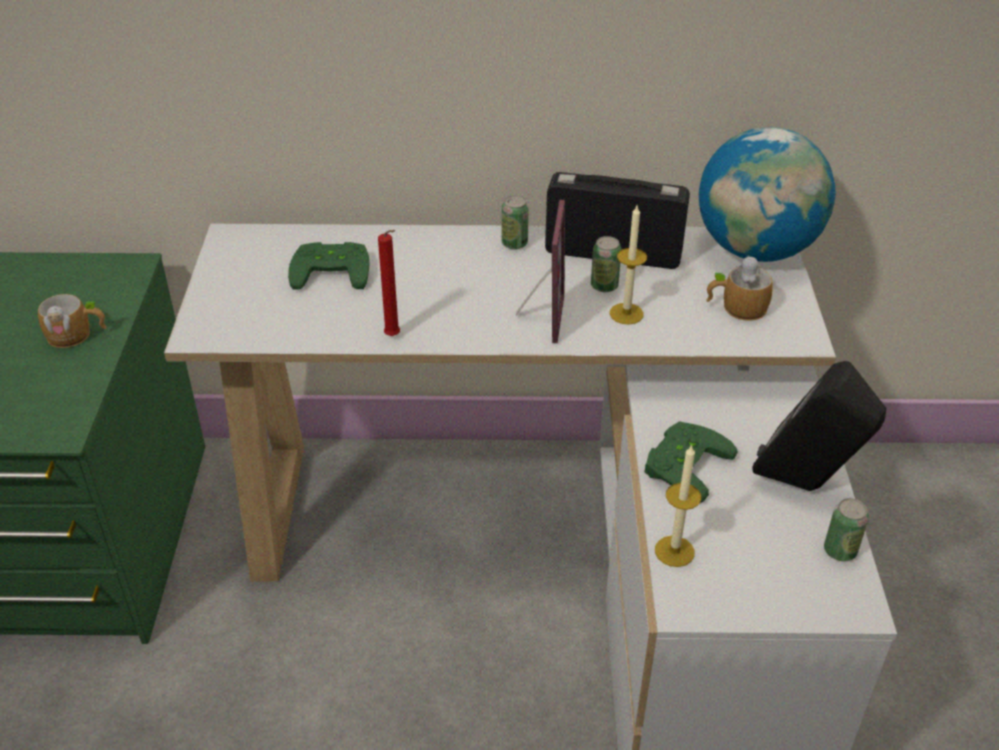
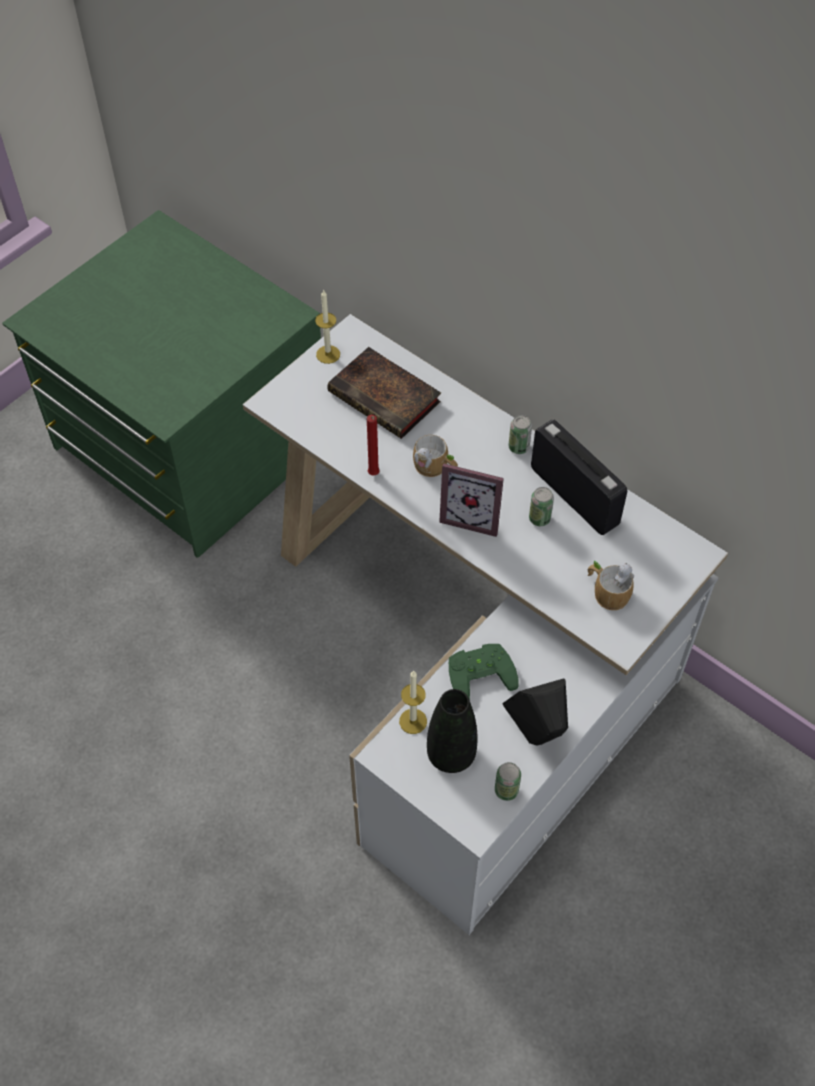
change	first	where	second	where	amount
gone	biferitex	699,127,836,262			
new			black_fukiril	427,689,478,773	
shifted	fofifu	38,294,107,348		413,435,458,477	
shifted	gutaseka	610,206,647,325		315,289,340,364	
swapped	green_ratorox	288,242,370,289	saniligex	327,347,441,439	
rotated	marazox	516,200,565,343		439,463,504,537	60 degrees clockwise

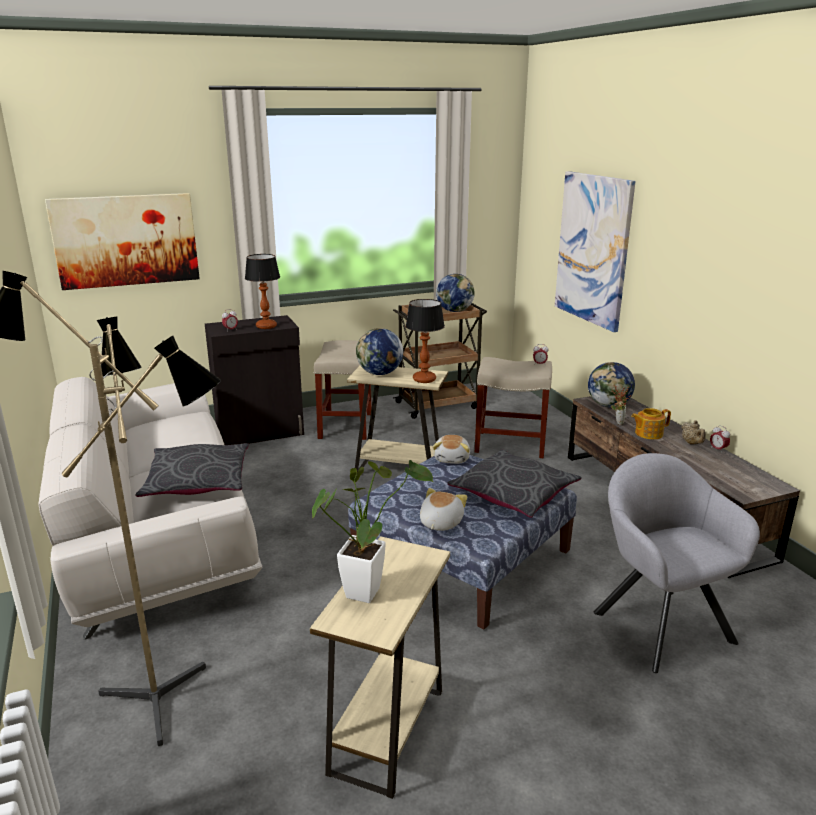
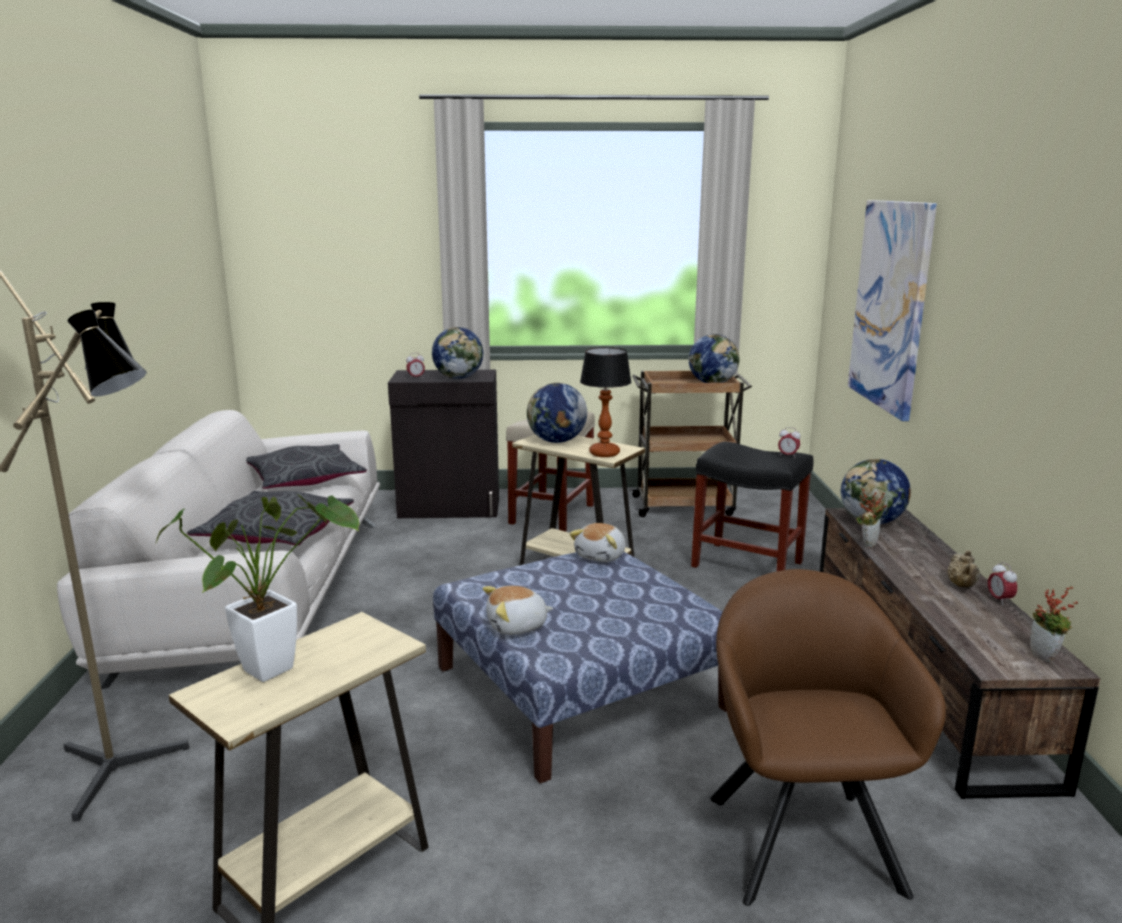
change	first	where	second	where	amount
gone	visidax	45,193,200,290			
gone	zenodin	631,408,671,439			
new			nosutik	1030,586,1078,662	
shifted	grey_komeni	448,450,582,518		246,444,367,489	
swapped	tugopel	245,254,280,329	biferitex	432,327,483,379	
repainted	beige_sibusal	475,357,552,458	black_sibusal	691,441,814,571	
repainted	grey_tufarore	593,453,760,673	brown_tufarore	710,569,946,906	
rotated	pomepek	420,488,467,531		483,586,553,635	150 degrees counterclockwise

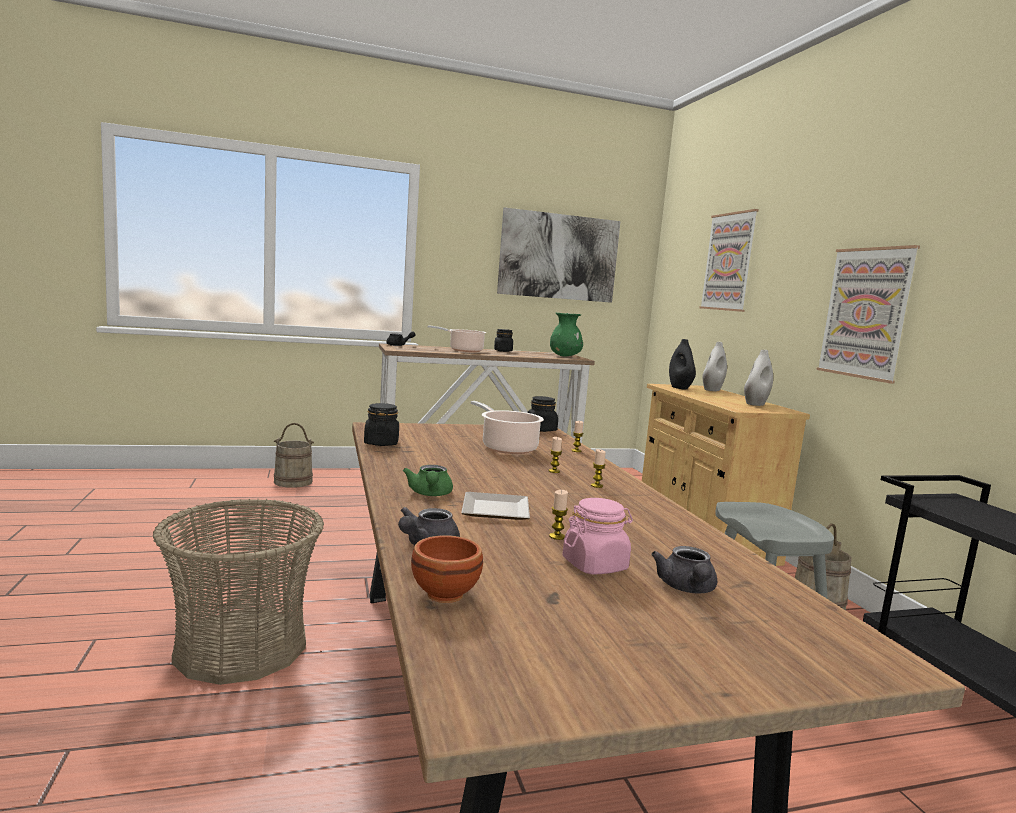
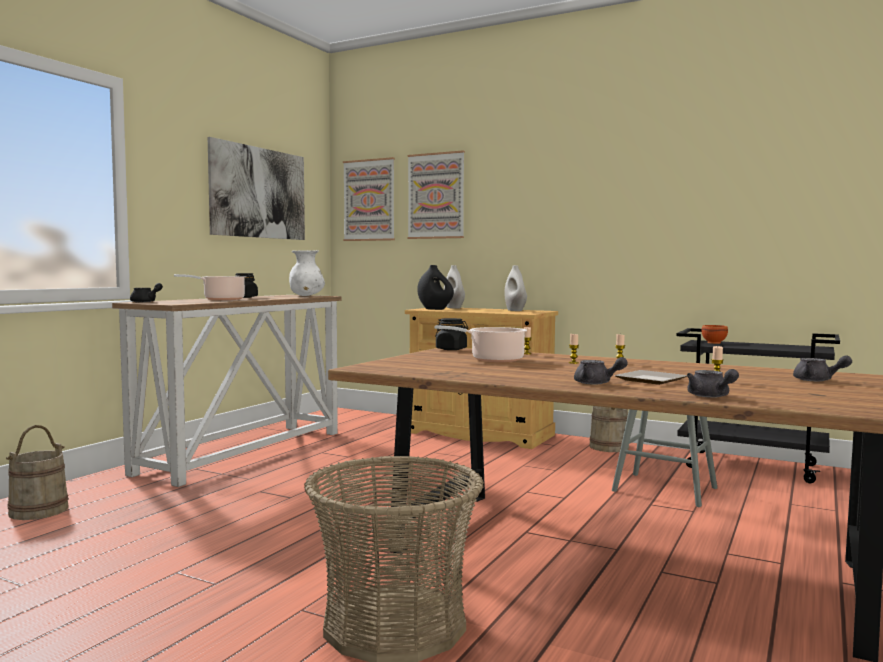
change	first	where	second	where	amount
gone	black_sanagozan	364,403,399,446			
gone	pink_sanagozan	563,498,633,574			
shifted	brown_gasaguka	411,535,483,603		701,325,728,344	
shifted	visidax	816,245,920,384		343,157,395,241	
repainted	green_zenodin	403,465,453,496	grey_zenodin	574,357,628,384	
repainted	green_fukiril	550,313,583,356	white_fukiril	289,250,325,296	

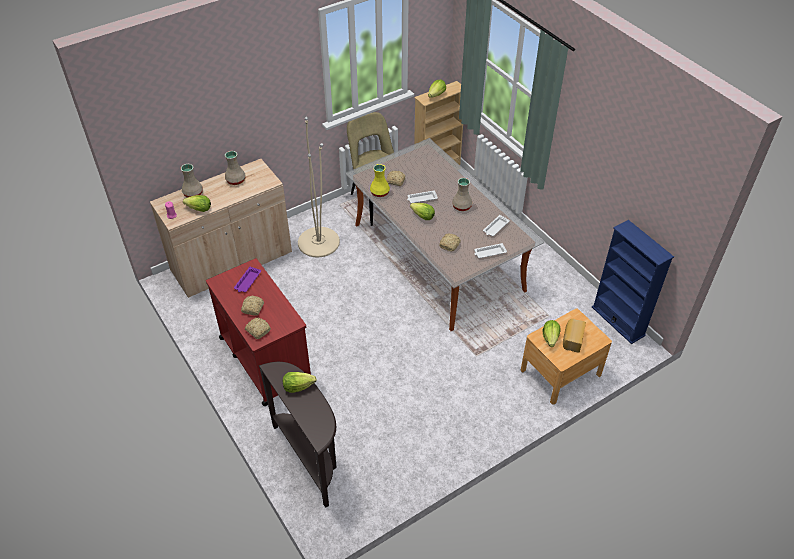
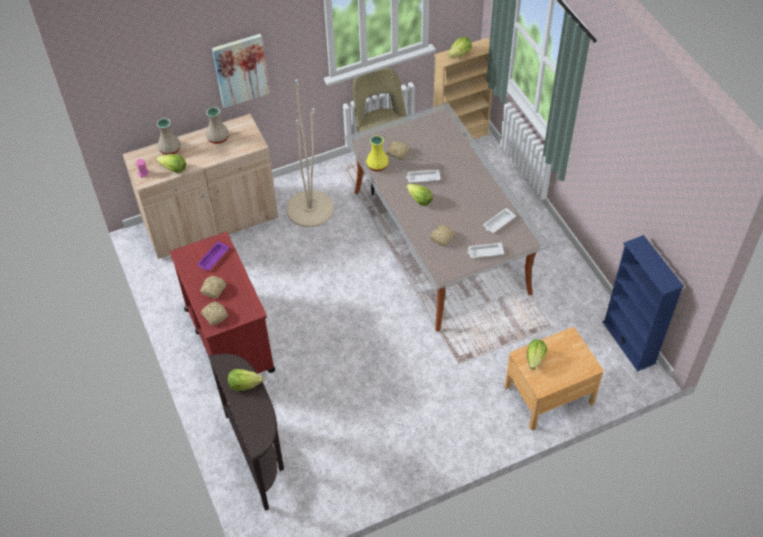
change	first	where	second	where	amount
gone	beige_fukiril	452,178,472,211			
gone	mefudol	563,319,586,352			
new			visidax	212,34,270,108	

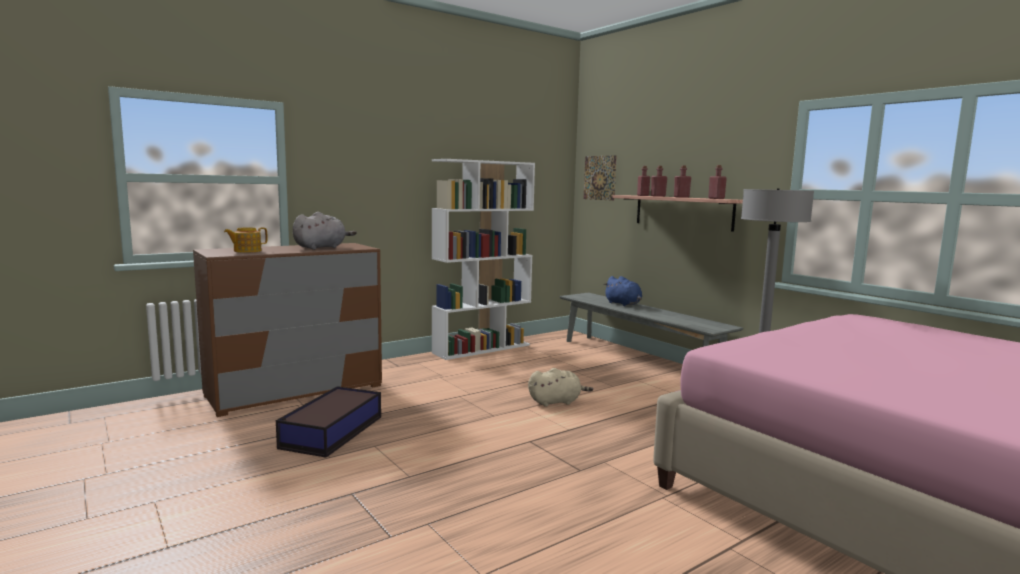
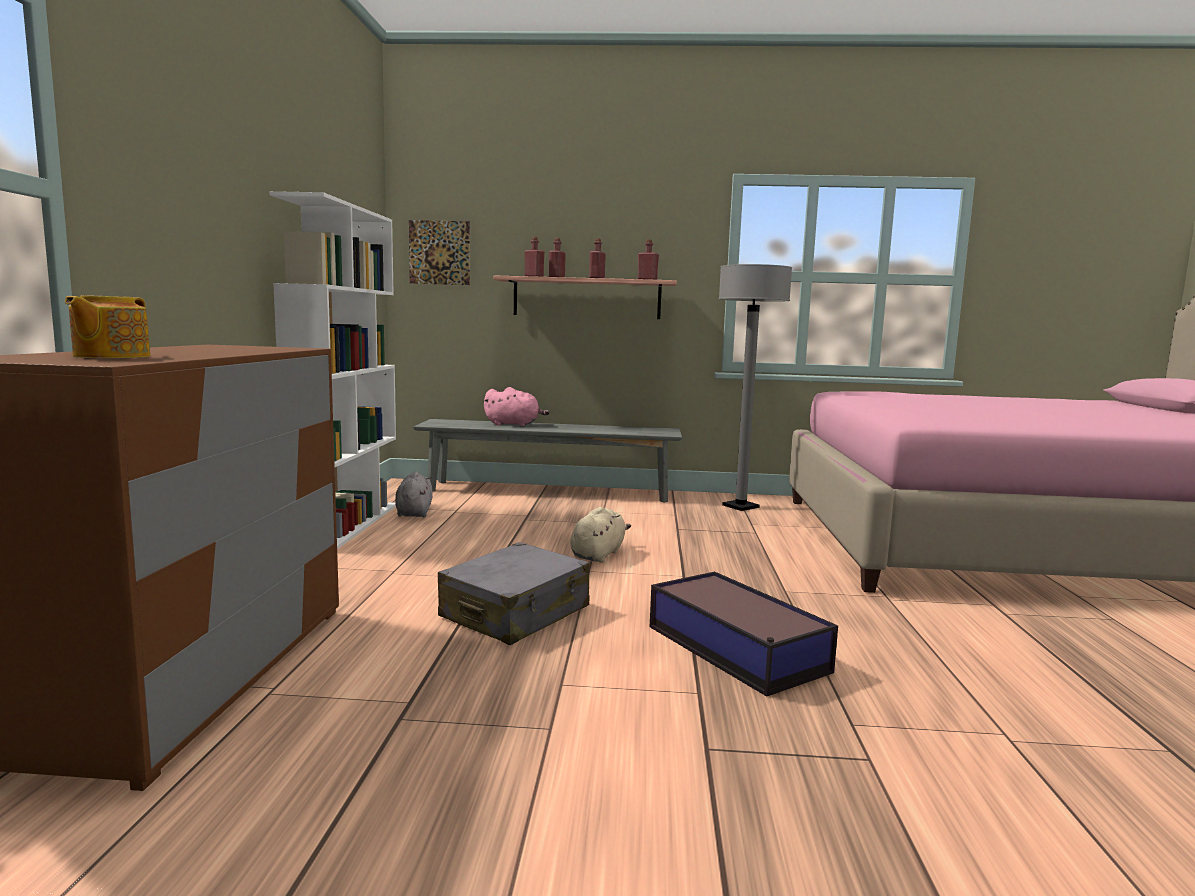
change	first	where	second	where	amount
new			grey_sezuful	438,542,590,645	
shifted	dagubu	276,386,381,458		650,571,838,697	
shifted	grey_pomepek	293,212,357,250		395,472,433,517	
repainted	blue_pomepek	603,276,642,306	pink_pomepek	483,387,550,426	

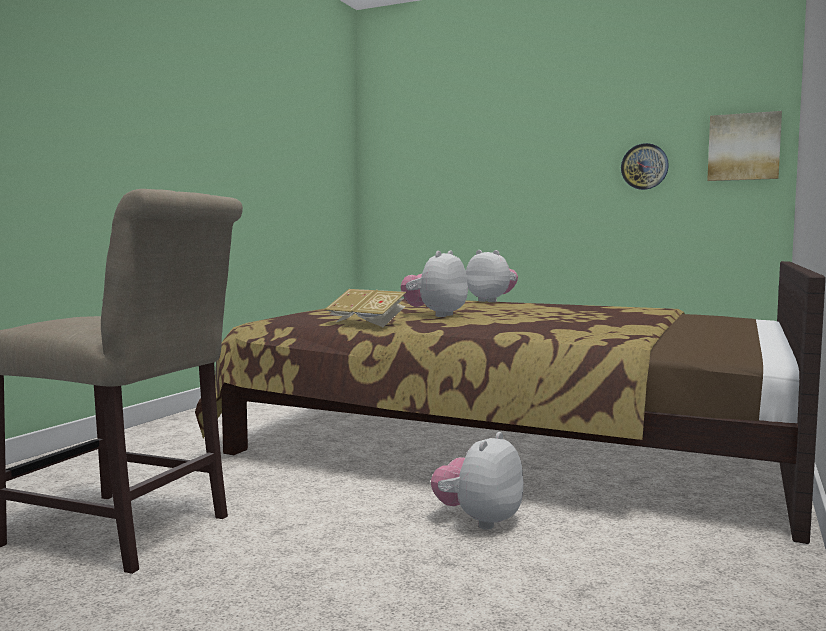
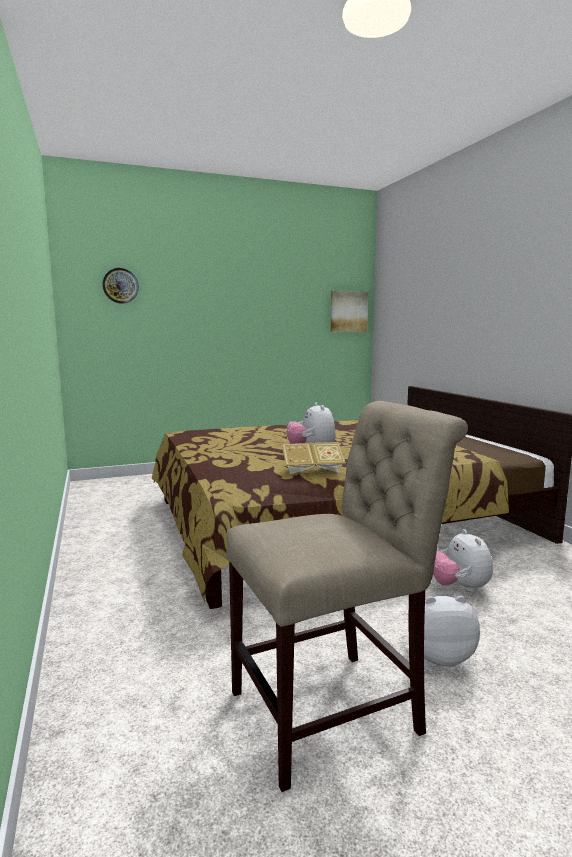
change	first	where	second	where	amount
shifted	pomepek	466,250,518,302		408,596,480,667	
shifted	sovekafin	621,143,669,190		102,268,139,304	

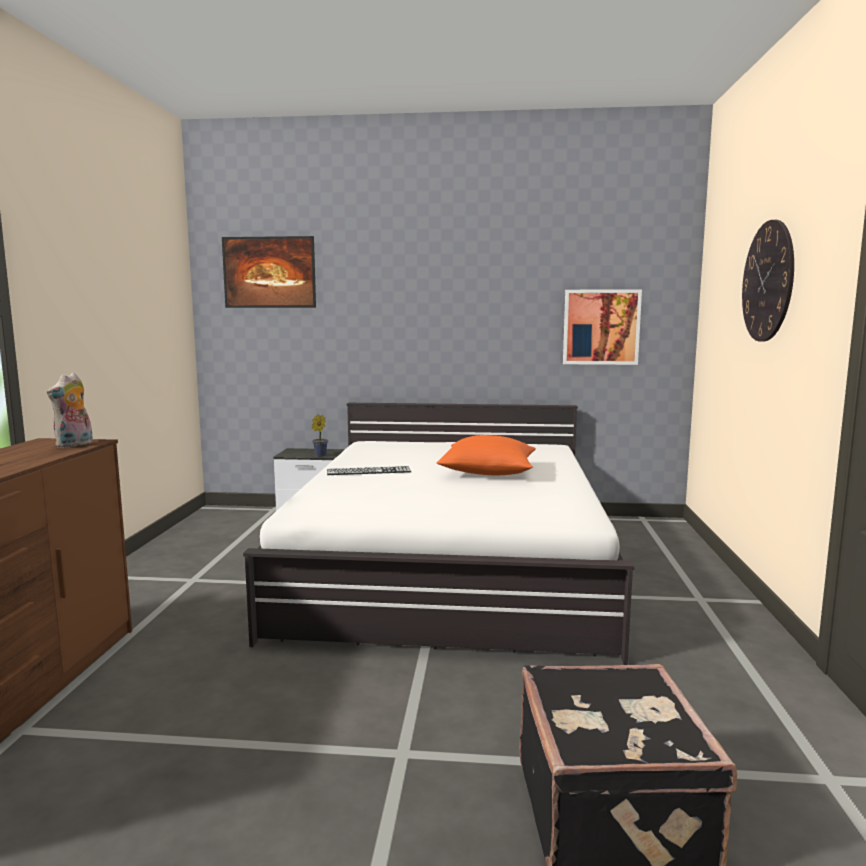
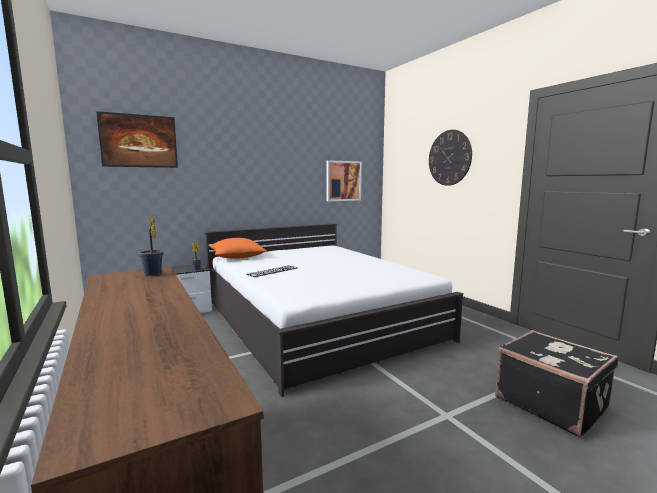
change	first	where	second	where	amount
shifted	orange_komeni	437,435,536,475		209,238,267,258	
swapped	pomepek	47,372,93,448	nosutik	138,214,164,276	

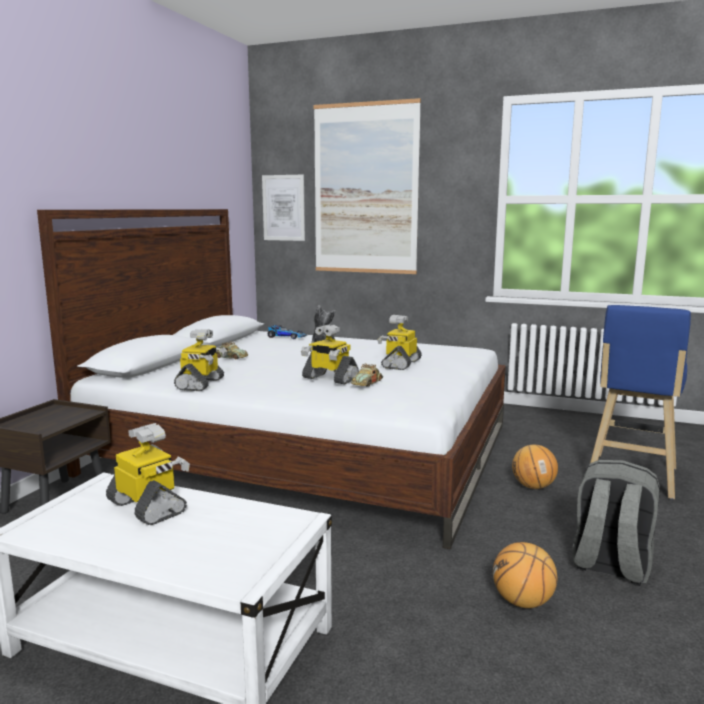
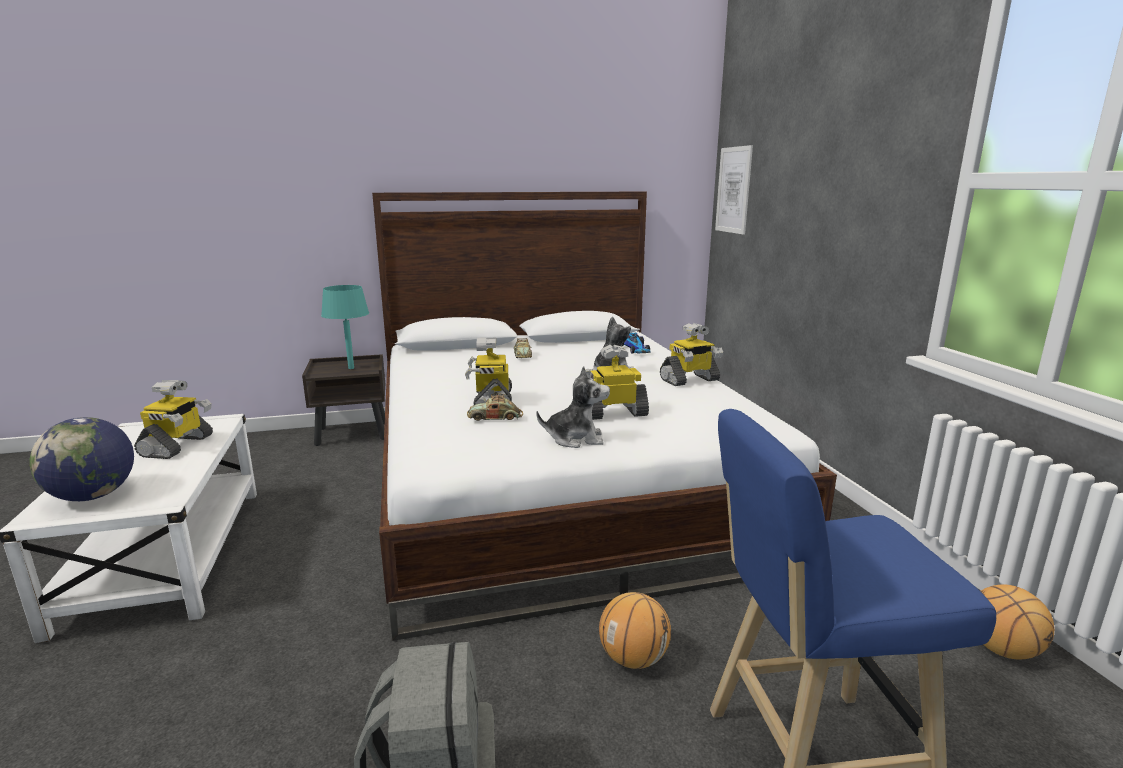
change	first	where	second	where	amount
gone	visidax	314,98,421,274			
new			biferitex	29,417,134,501	
new			turquoise_tugopel	321,285,369,369	
new			pomepek	536,366,610,448	
shifted	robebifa	174,329,227,391		660,323,723,386	
shifted	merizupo	493,542,557,608		980,584,1055,659	

